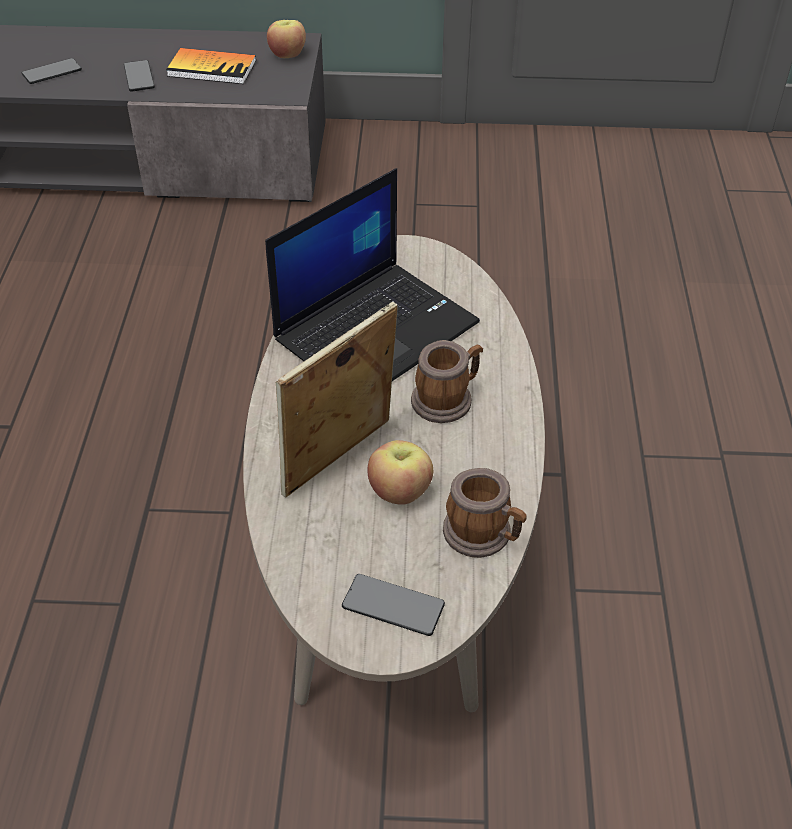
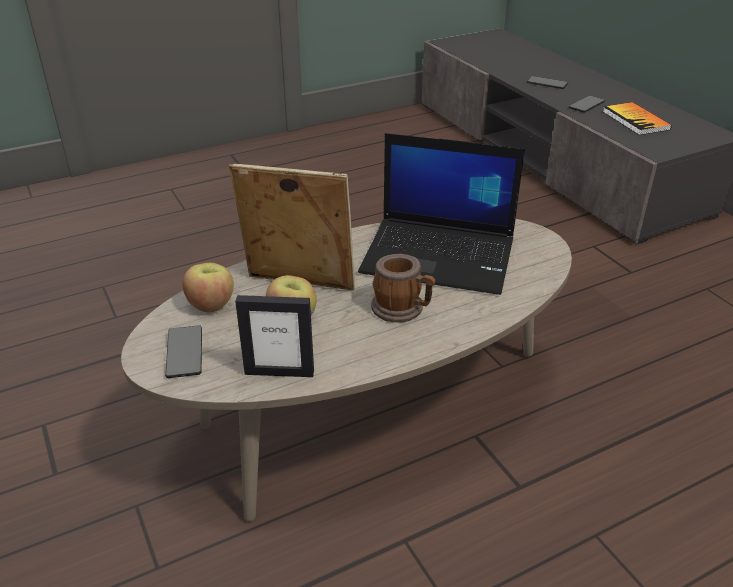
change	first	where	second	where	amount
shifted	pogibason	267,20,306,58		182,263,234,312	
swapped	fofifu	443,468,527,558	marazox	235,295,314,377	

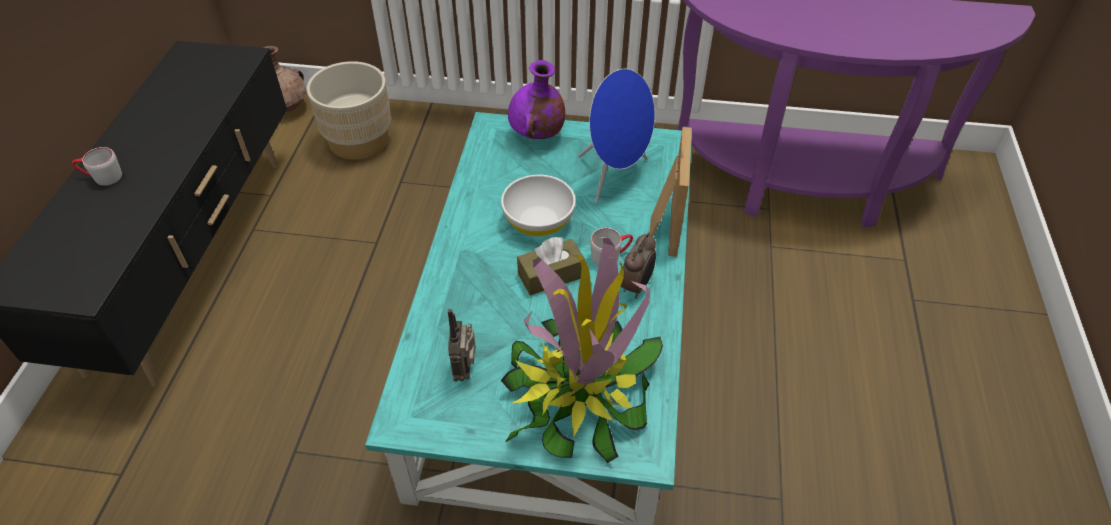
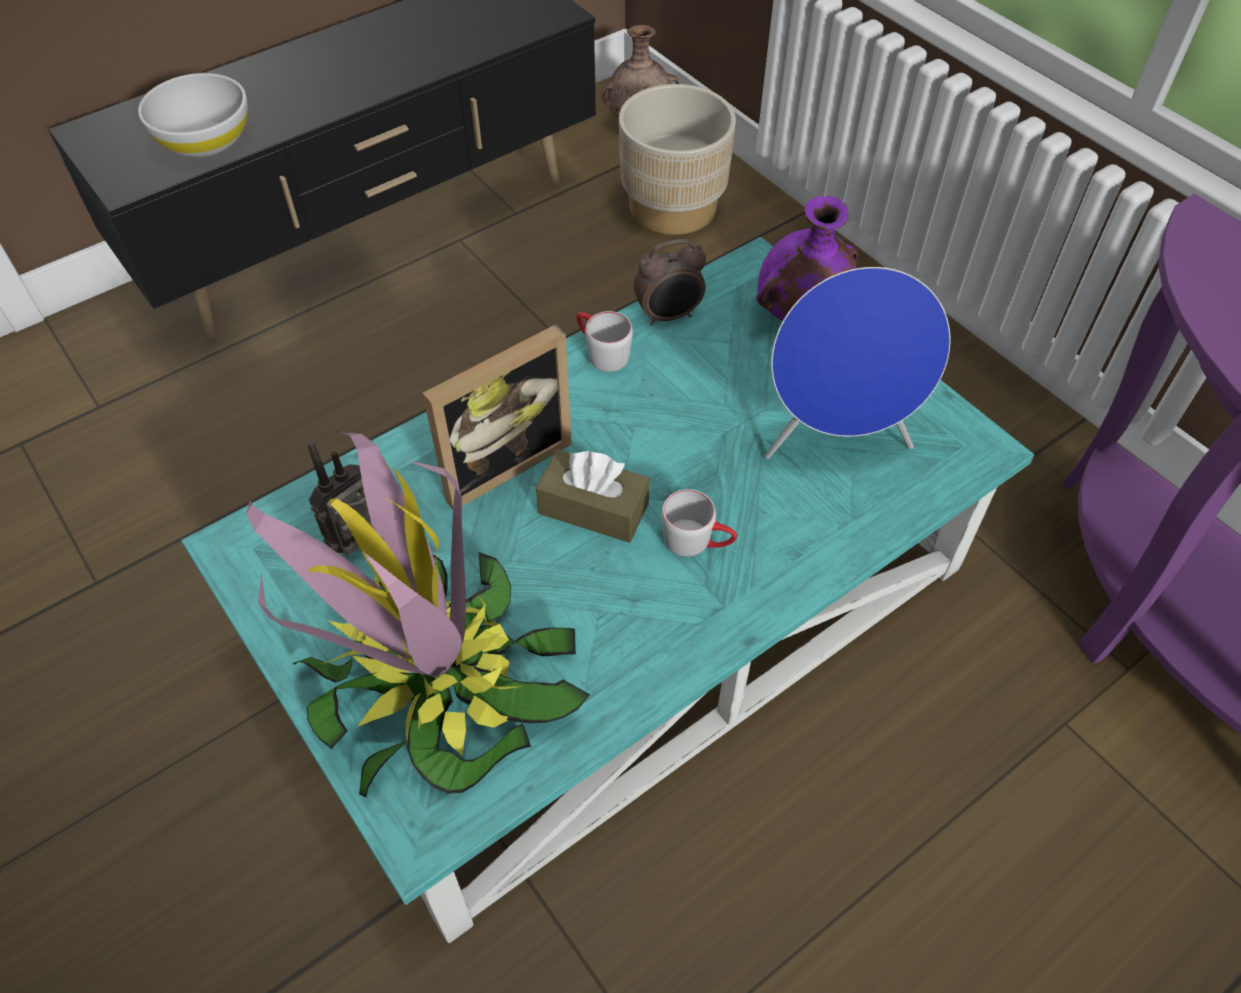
change	first	where	second	where	amount
shifted	grey_fofifu	72,147,122,186		577,311,633,372	
shifted	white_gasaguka	501,175,576,237		138,73,248,157	
shifted	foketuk	620,232,656,298		634,239,706,326	
shifted	marazox	650,126,692,257		423,324,572,510	

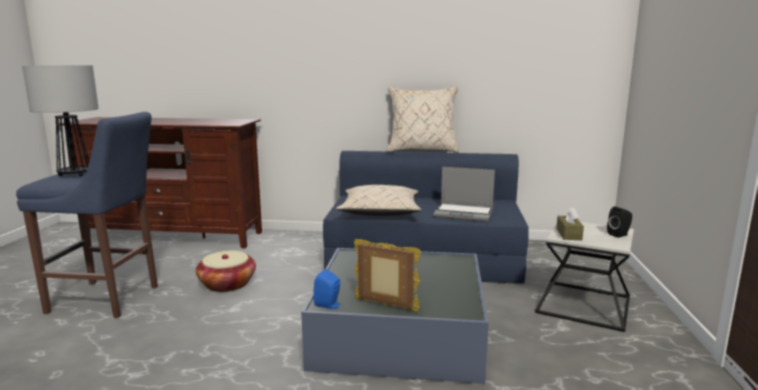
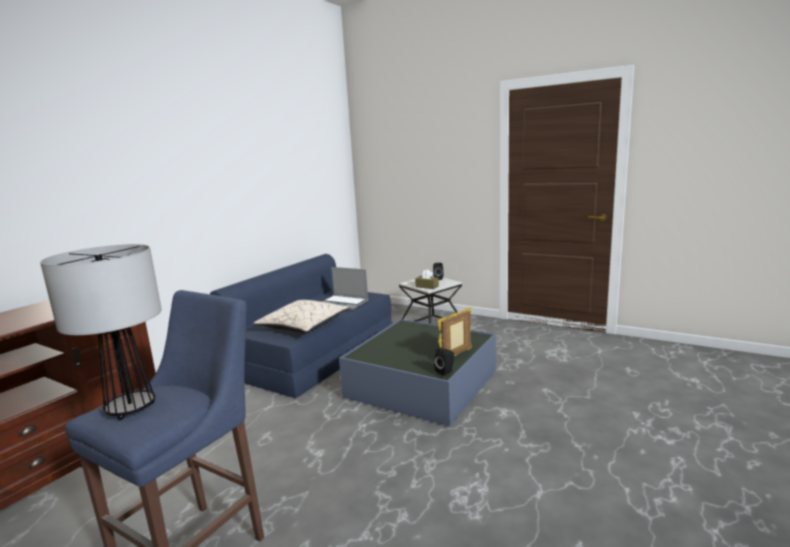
change	first	where	second	where	amount
gone	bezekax	196,250,256,292			
gone	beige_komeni	387,86,459,153			
repainted	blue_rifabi	313,269,341,309	black_rifabi	434,348,454,376	
rotated	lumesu	433,167,495,222		322,267,369,311	75 degrees clockwise

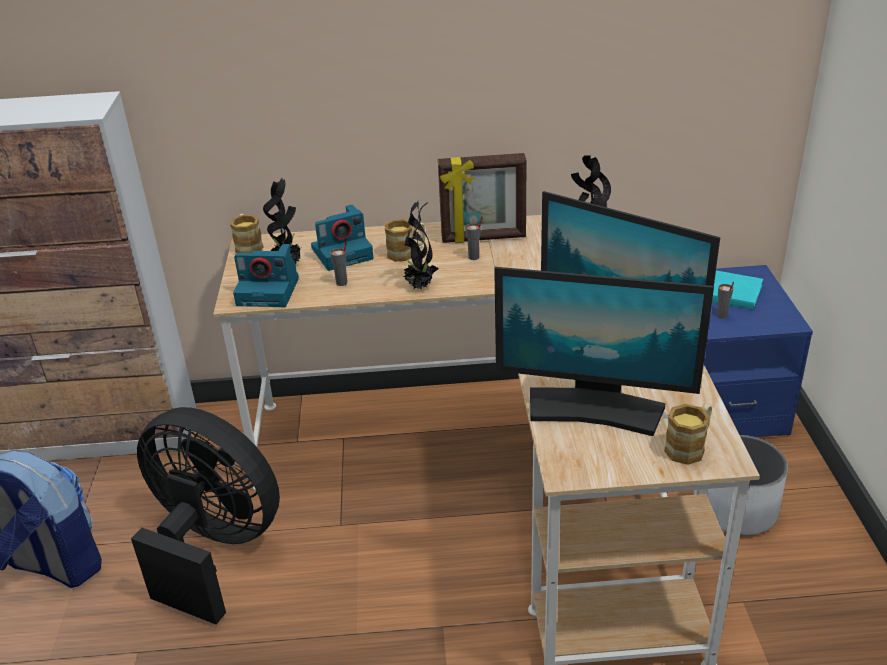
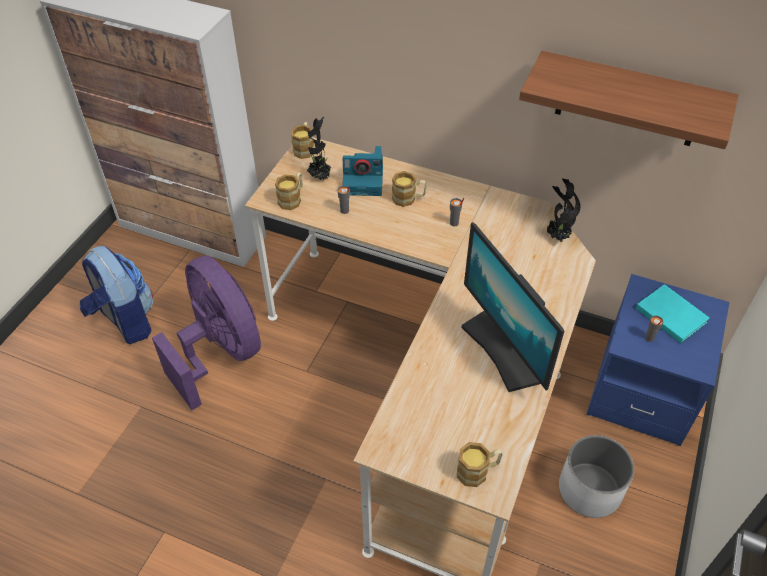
change	first	where	second	where	amount
gone	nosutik	403,201,439,289			
gone	marazox	438,153,526,243			
gone	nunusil	494,267,714,436			
new			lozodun	519,51,739,149	
swapped	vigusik	233,244,299,307	fofifu	275,172,303,210	
repainted	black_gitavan	131,407,280,625	purple_gitavan	152,255,261,410	

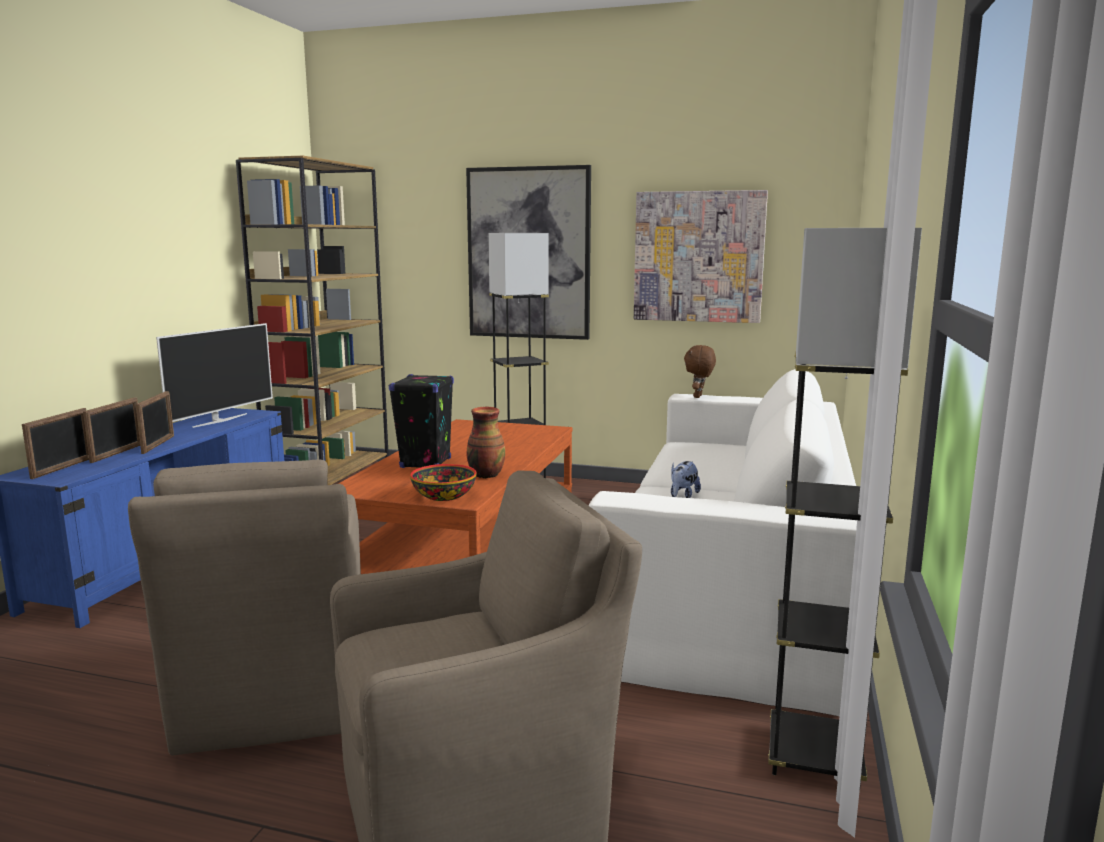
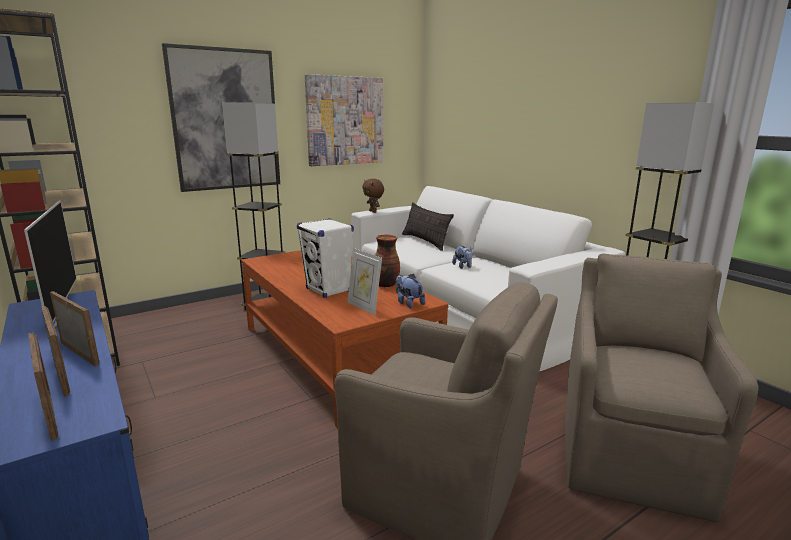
change	first	where	second	where	amount
new			marazox	347,248,382,316	
new			komeni	402,202,454,251	
swapped	gasaguka	410,464,477,501	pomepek	396,274,425,308	
repainted	black_rifabi	389,374,454,468	white_rifabi	297,218,354,298	

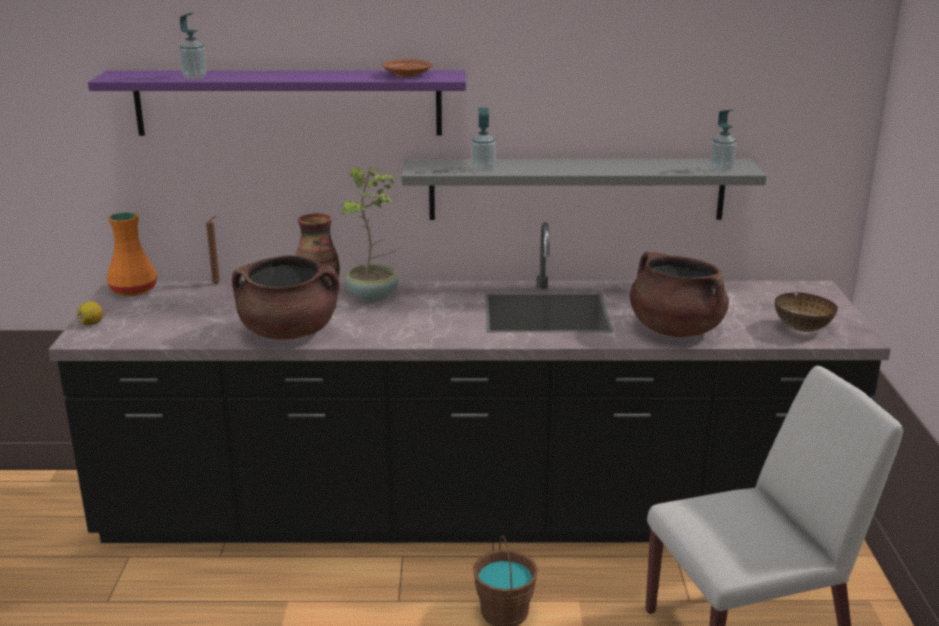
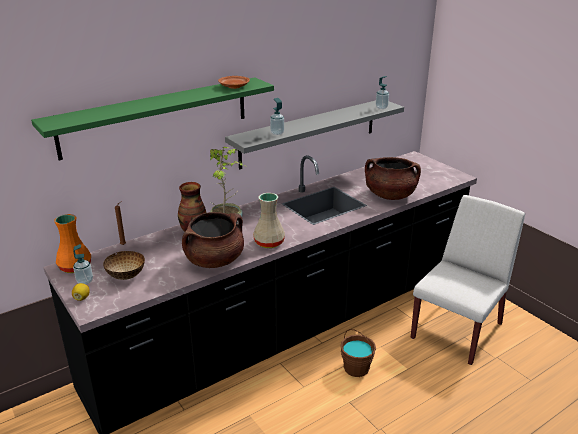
change	first	where	second	where	amount
new			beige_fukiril	253,193,285,248	
shifted	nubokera	179,12,207,79		73,244,93,284	
shifted	gasaguka	775,292,838,332		103,251,145,280	
repainted	purple_lozodun	88,70,466,136	green_lozodun	31,77,274,160	

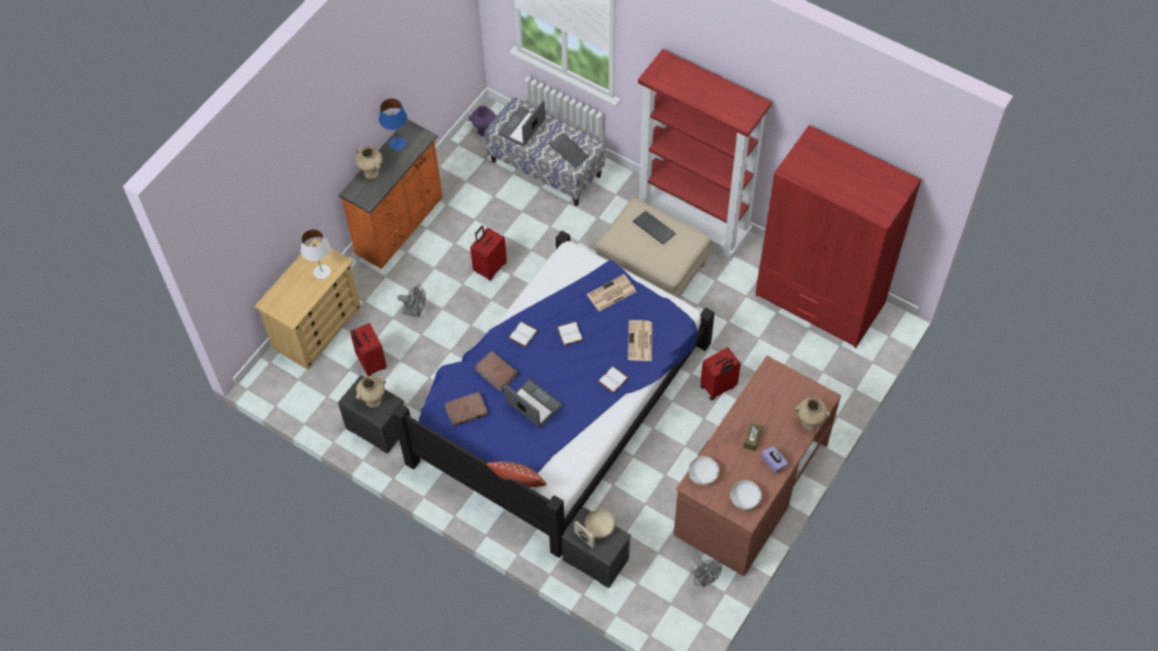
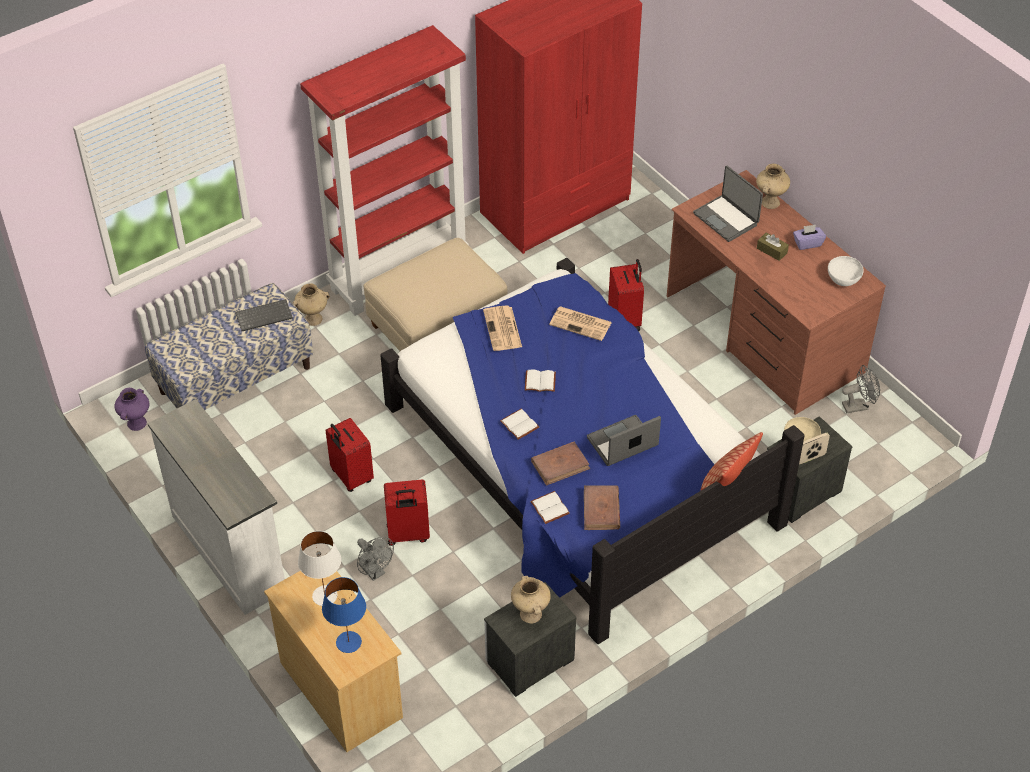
change	first	where	second	where	amount
gone	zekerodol	633,211,676,244			
gone	white_gasaguka	688,456,719,485			
shifted	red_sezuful	350,323,387,376		384,480,430,546	
shifted	beige_fukiril	355,146,382,179		292,283,330,326	
shifted	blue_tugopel	379,98,407,150		322,577,366,653	
shifted	lumesu	499,100,545,146		693,165,763,242	
shifted	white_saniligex	598,366,629,393		530,491,570,524	
repainted	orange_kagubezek	339,119,443,269	white_kagubezek	147,399,285,615	
rotated	grey_gitavan	397,284,426,317		357,537,394,581	105 degrees clockwise

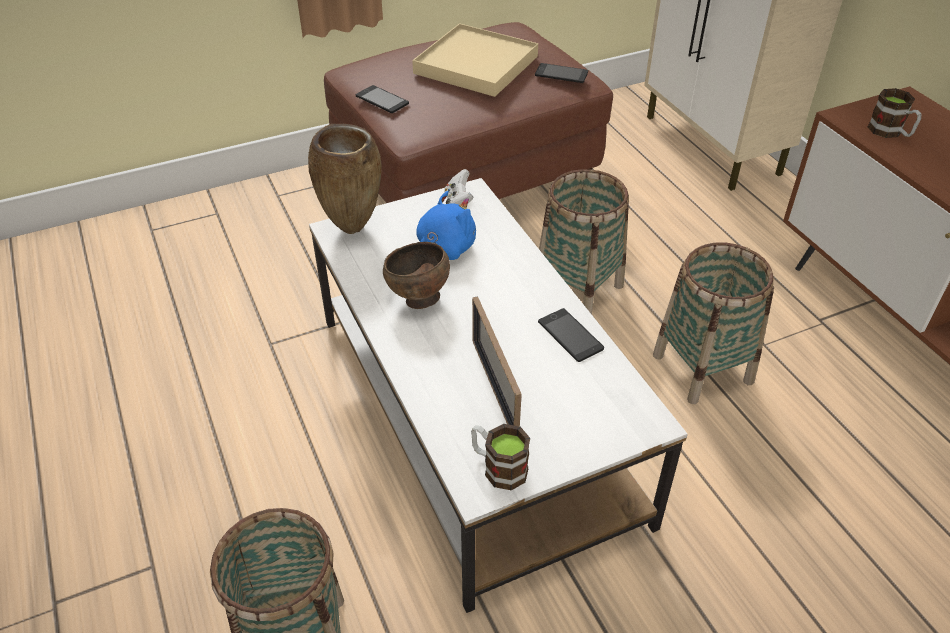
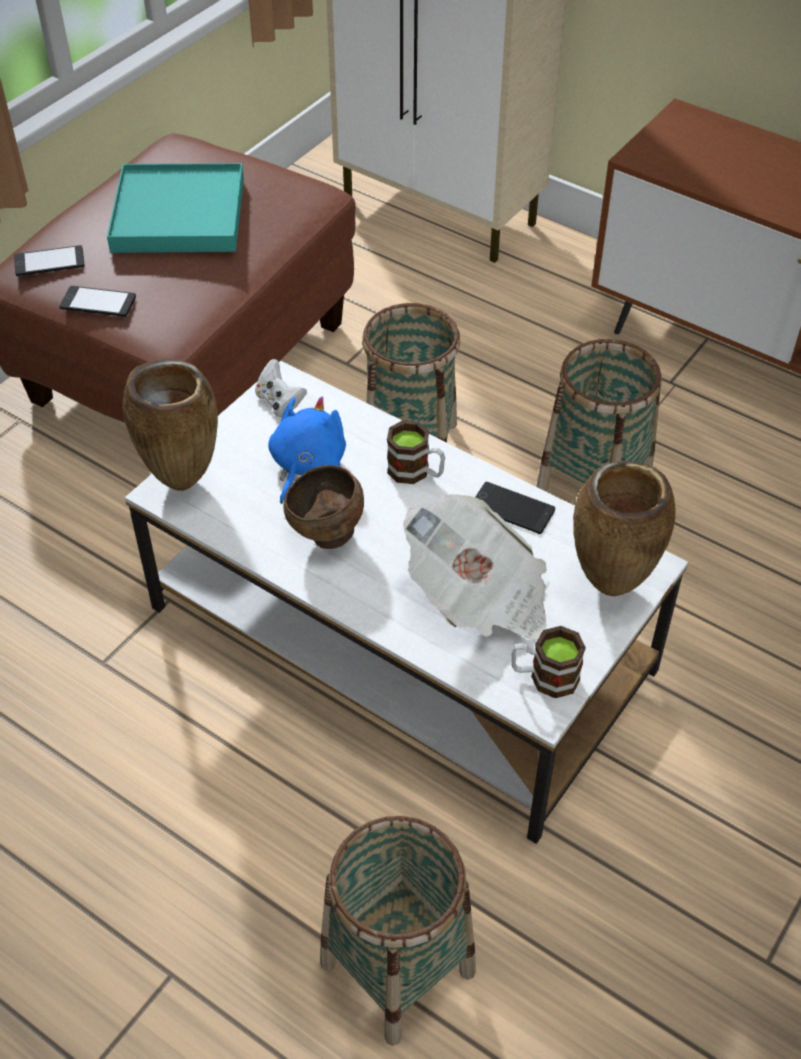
change	first	where	second	where	amount
new			brown_fukiril	573,461,676,596	
shifted	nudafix	535,63,588,83		14,245,85,276	
shifted	fofifu	868,88,922,138		387,420,445,484	
swapped	marazox	472,296,522,426	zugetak	403,494,547,640	
repainted	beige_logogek	412,23,538,97	turquoise_logogek	107,163,244,253	

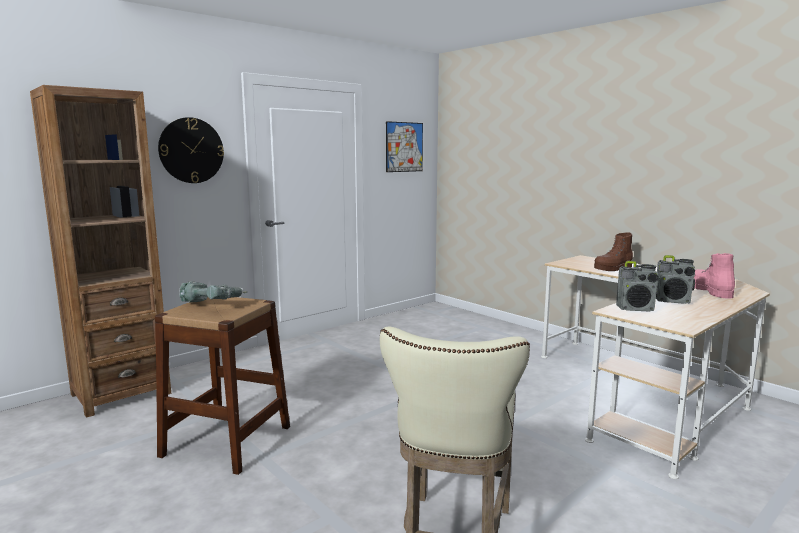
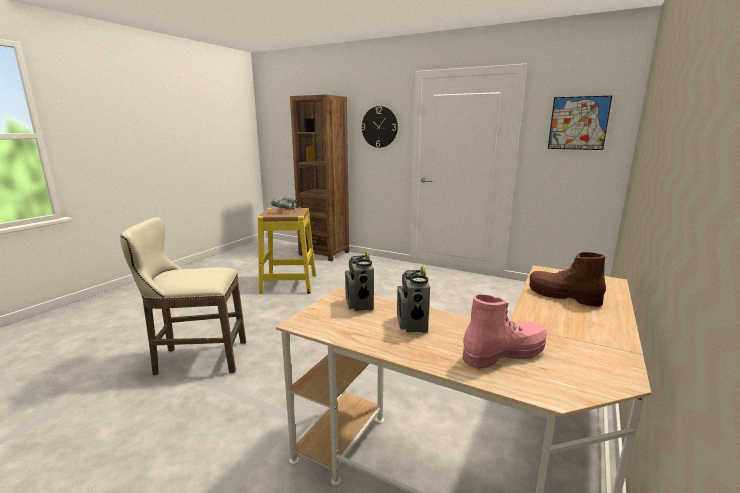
change	first	where	second	where	amount
repainted	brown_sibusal	155,297,290,475	yellow_sibusal	258,208,316,294	

